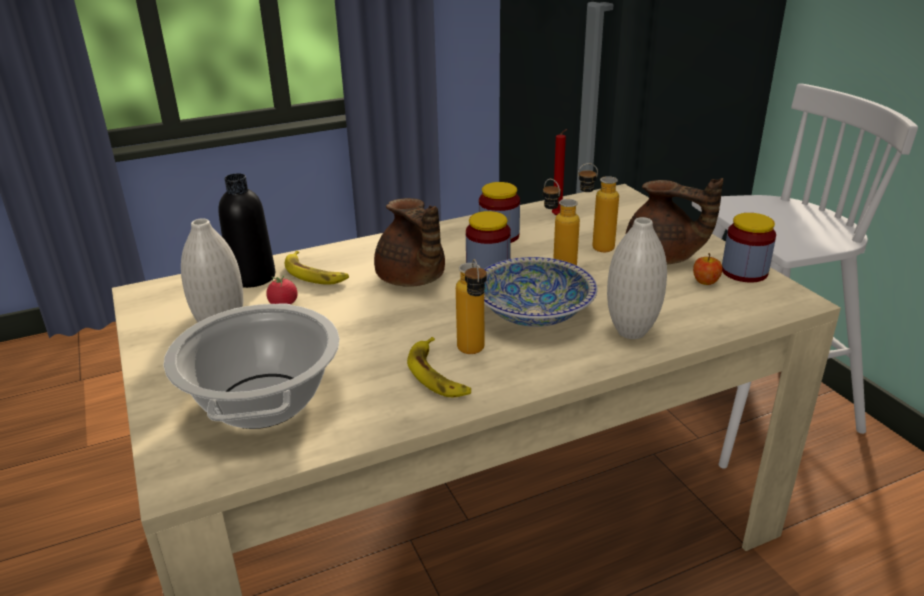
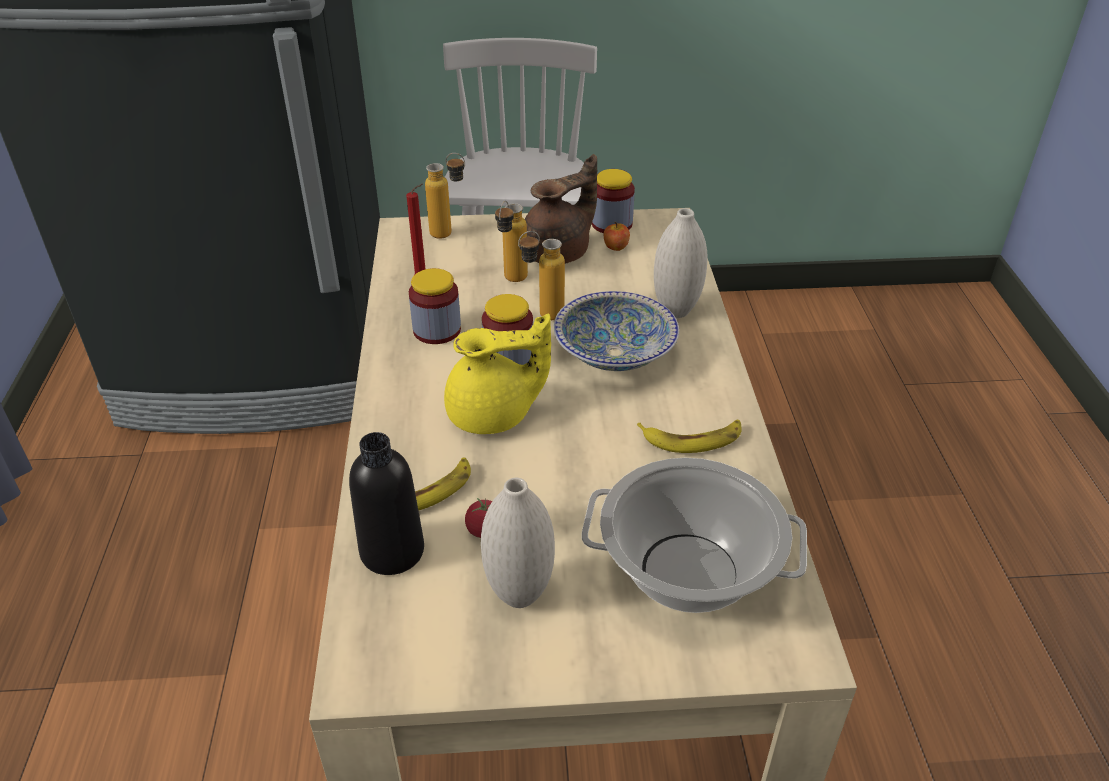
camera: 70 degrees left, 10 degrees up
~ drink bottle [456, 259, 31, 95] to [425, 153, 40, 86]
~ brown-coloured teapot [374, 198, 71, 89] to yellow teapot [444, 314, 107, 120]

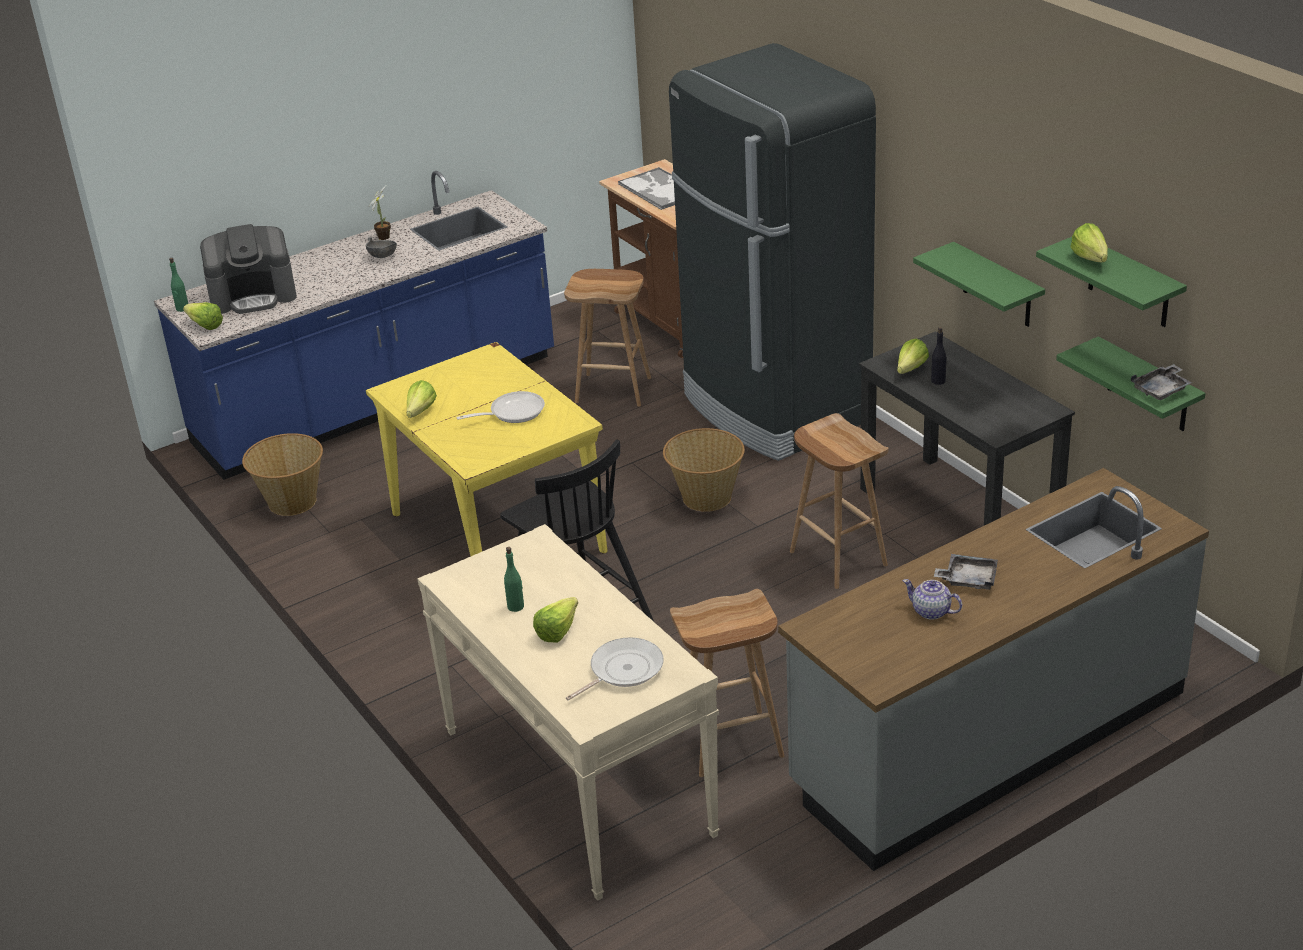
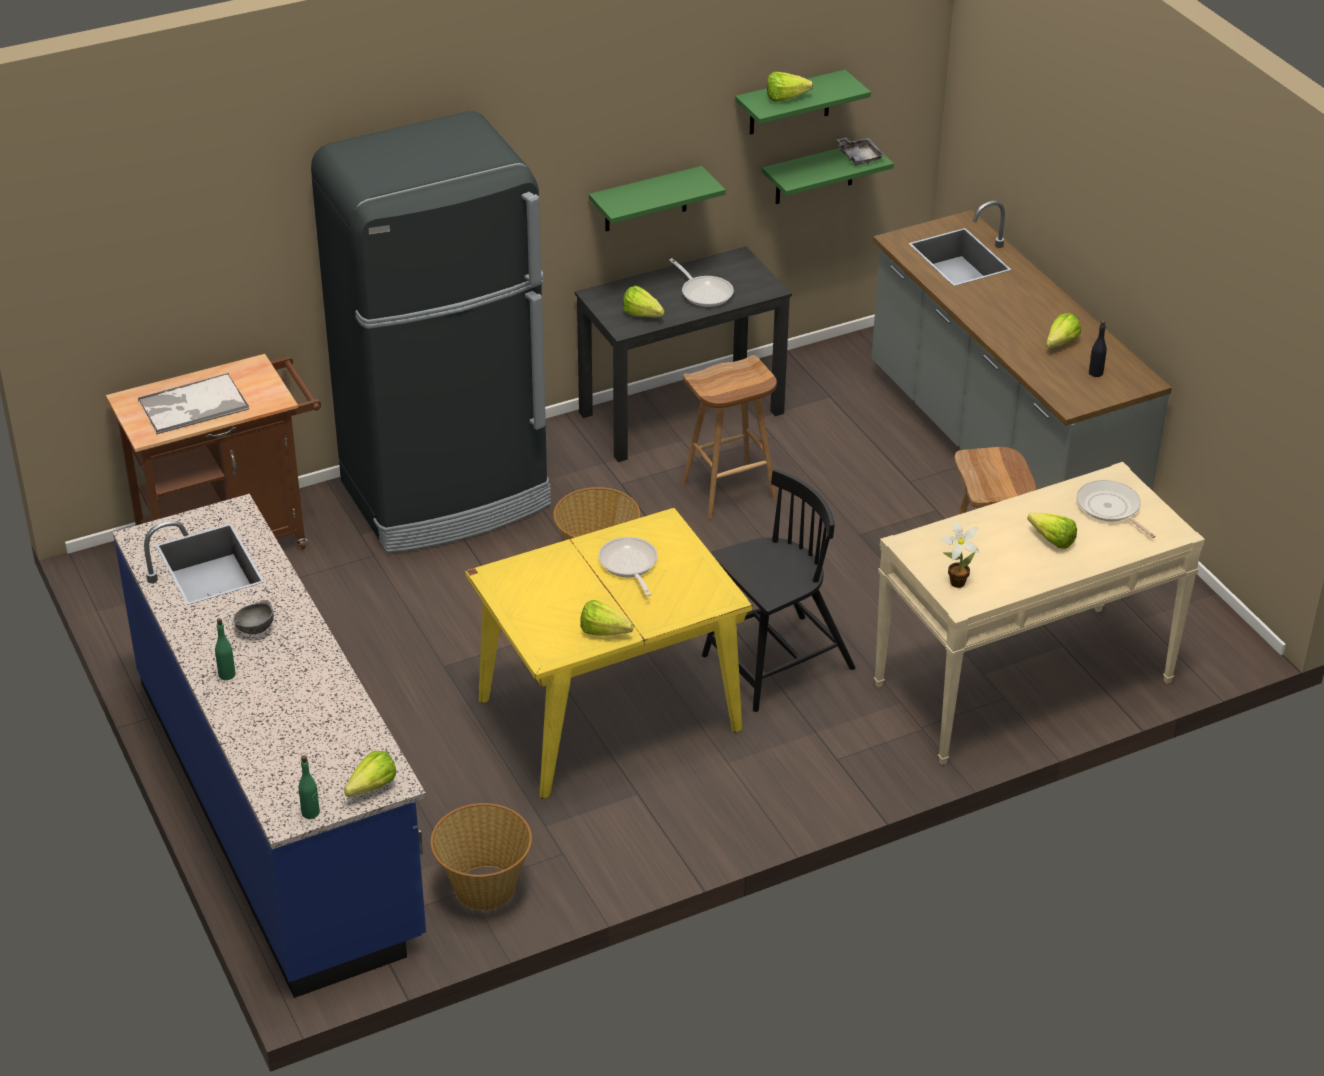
camera: 85 degrees left, 5 degrees up
~ greenish drink bottle [504, 547, 20, 65] to [215, 618, 21, 62]
+ frying pan [669, 258, 65, 49]
~ potted plant [369, 186, 22, 54] to [940, 521, 39, 67]
~ teapot [903, 579, 59, 41] to lettuce [1046, 313, 35, 35]
~ black drink bottle [931, 327, 15, 58] to [1089, 320, 18, 57]
- coffee brewer [200, 224, 97, 90]
- brown-coloured stool [564, 269, 87, 138]
- greyish serving tray [934, 554, 64, 36]

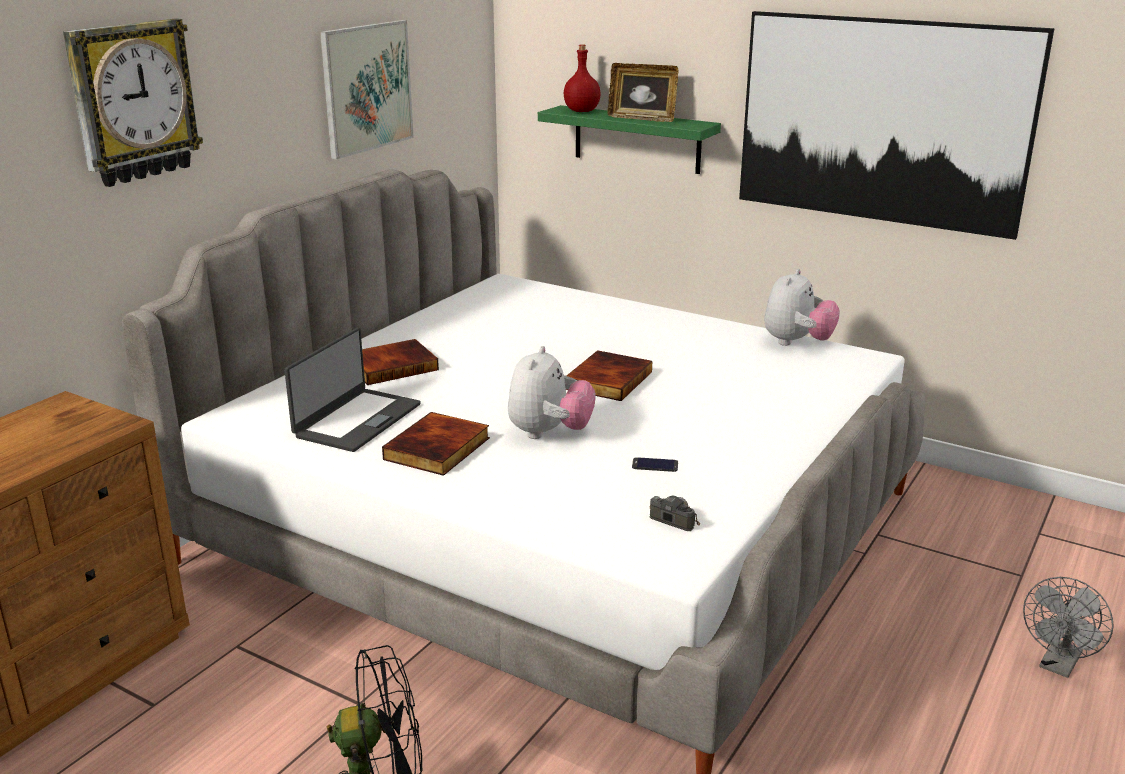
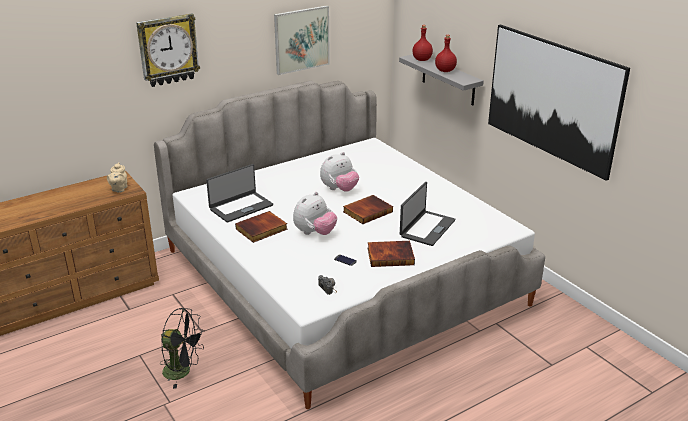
camera: 25 degrees right, 5 degrees up
+ sand-coloured teapot [107, 162, 20, 31]
~ plush toy [764, 269, 76, 77] to [320, 152, 39, 40]
~ book [362, 339, 77, 46] to [368, 241, 47, 26]
~ greenish wall shelf [538, 105, 183, 69] to greyish wall shelf [399, 54, 85, 51]
+ portable computer [400, 182, 55, 64]
~ photo frame [607, 63, 71, 59] to red-coloured drink bottle [435, 35, 22, 37]
- greyish fan [1023, 577, 91, 101]

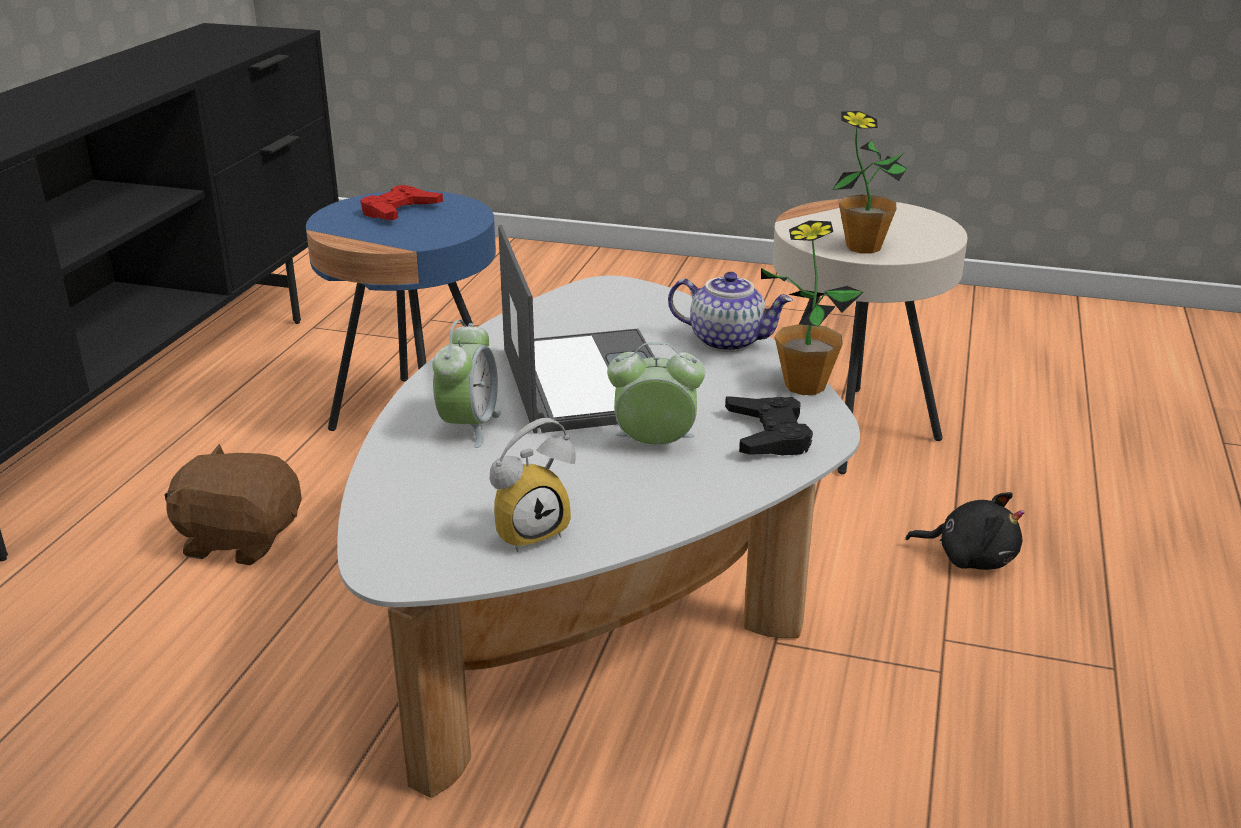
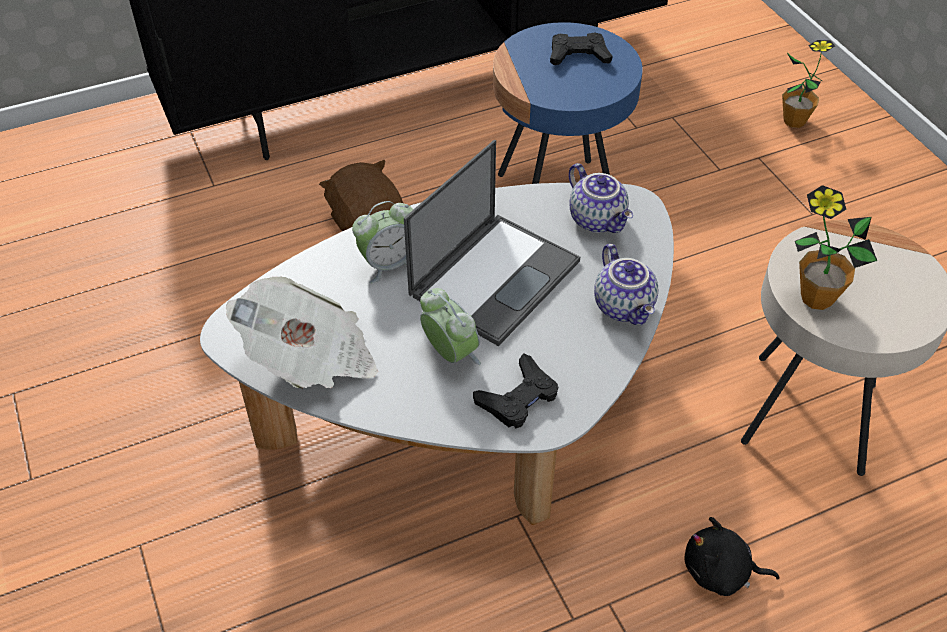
camera: 50 degrees right, 20 degrees up
~ table clock [490, 418, 86, 134] to daily paper [226, 276, 152, 113]
~ red-coloured gamepad [361, 185, 82, 35] to black gamepad [550, 32, 62, 33]
+ teapot [569, 163, 64, 70]
~ black plush toy [905, 492, 119, 78] = [685, 517, 94, 79] 120 degrees clockwise
~ potted plant [761, 220, 102, 175] to [782, 40, 53, 88]

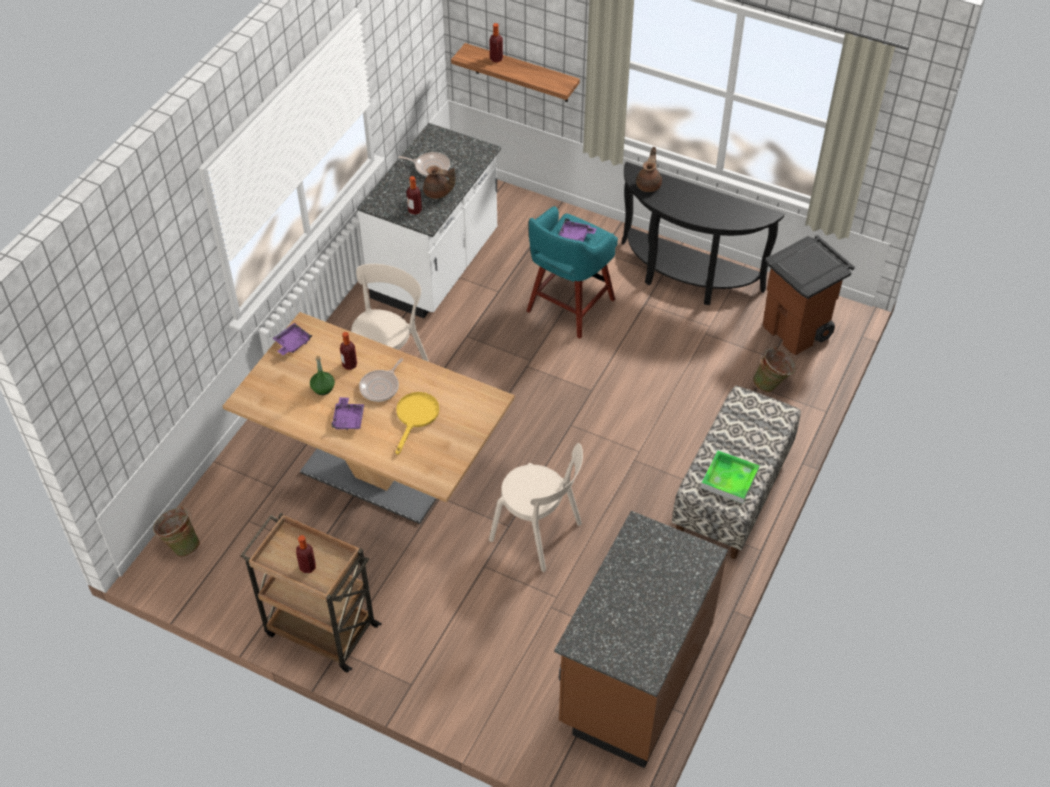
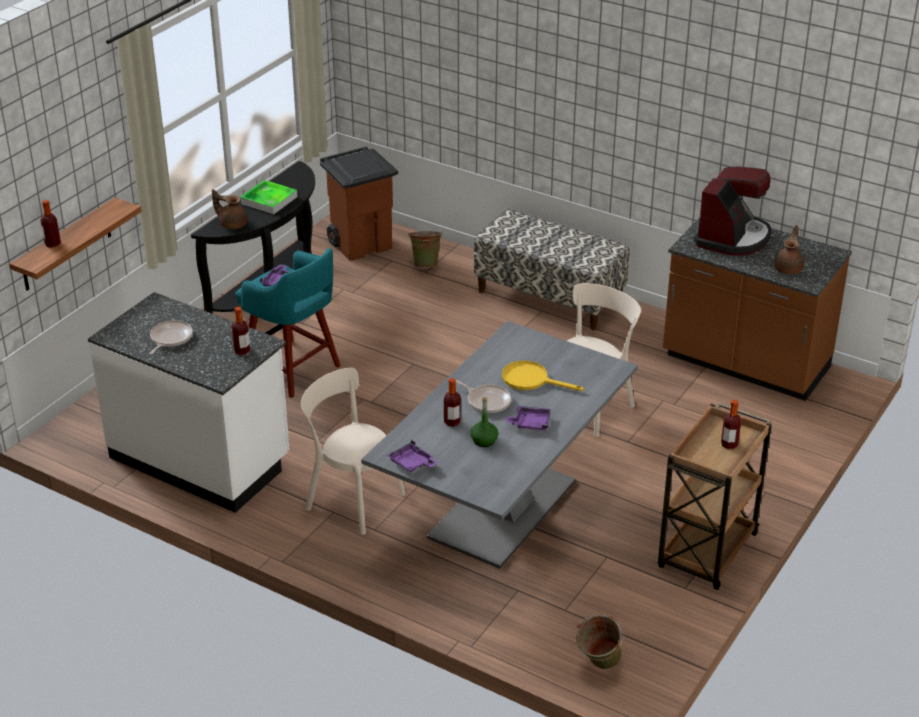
camera: 85 degrees left, 15 degrees down
~ serving tray [701, 450, 58, 54] to [240, 180, 58, 34]
~ brown-coloured kitchen table [223, 312, 292, 212] to greyish kitchen table [361, 321, 277, 248]
+ coffee brewer [694, 166, 78, 90]
~ brown-coloured teapot [423, 166, 32, 33] to [774, 225, 30, 49]

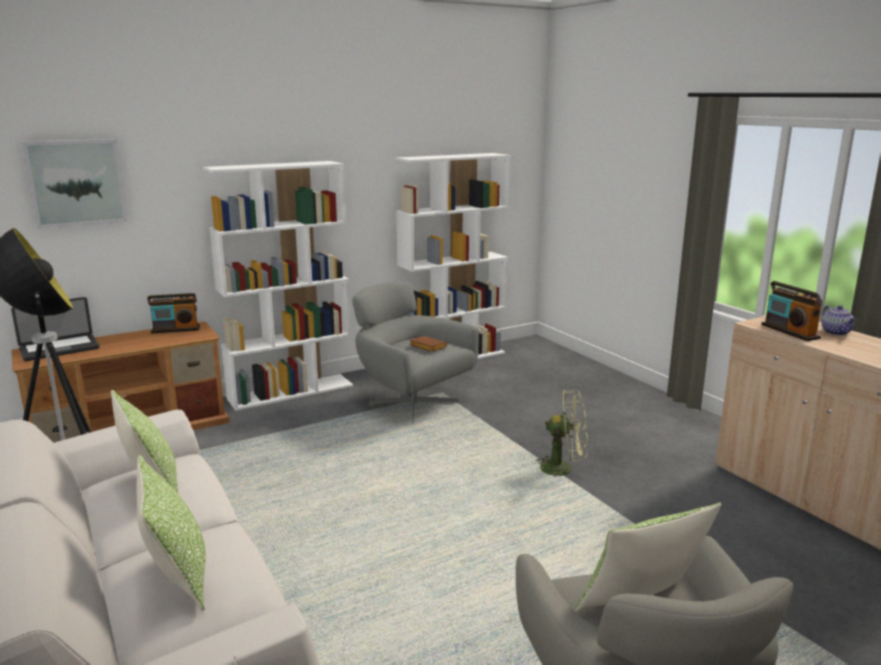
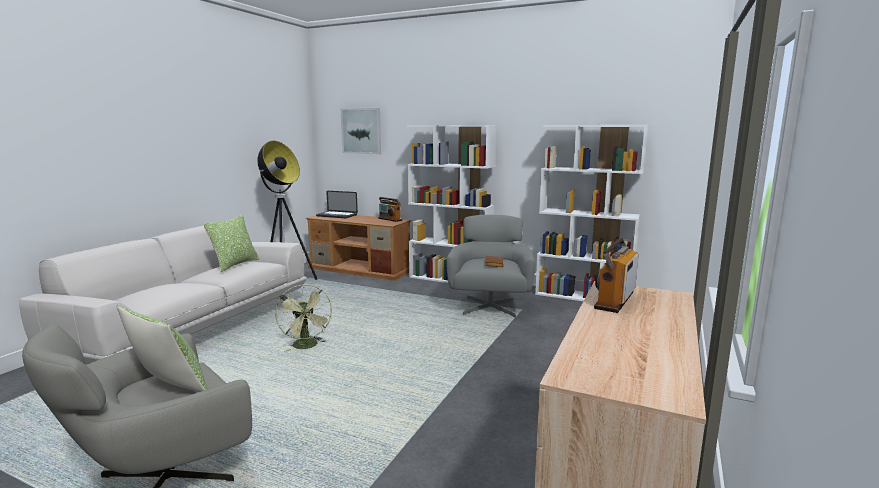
camera: 55 degrees right, 5 degrees down
~ greenish fan [533, 390, 55, 93] to [275, 284, 57, 68]
- throw pillow [137, 455, 69, 156]
- teapot [821, 305, 35, 30]

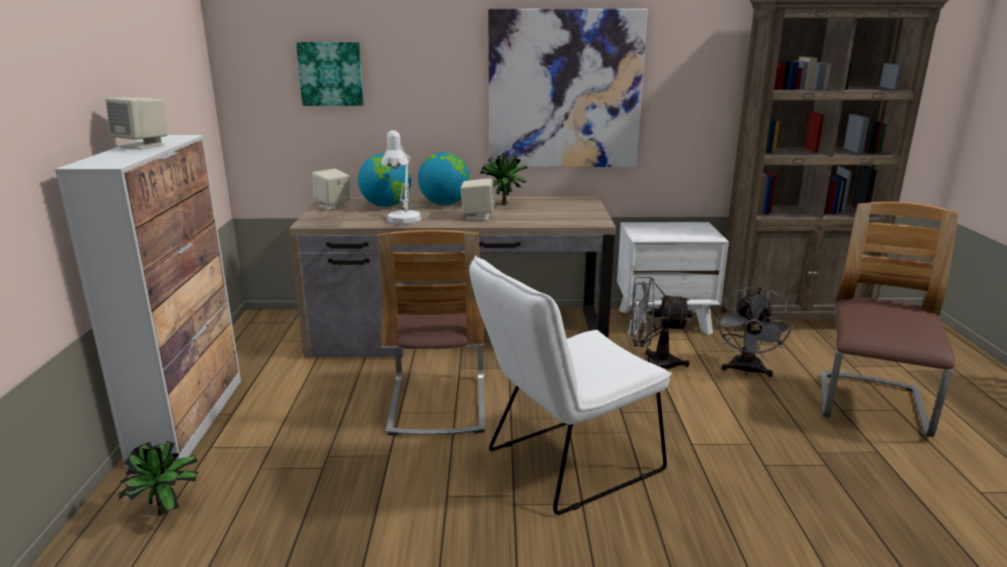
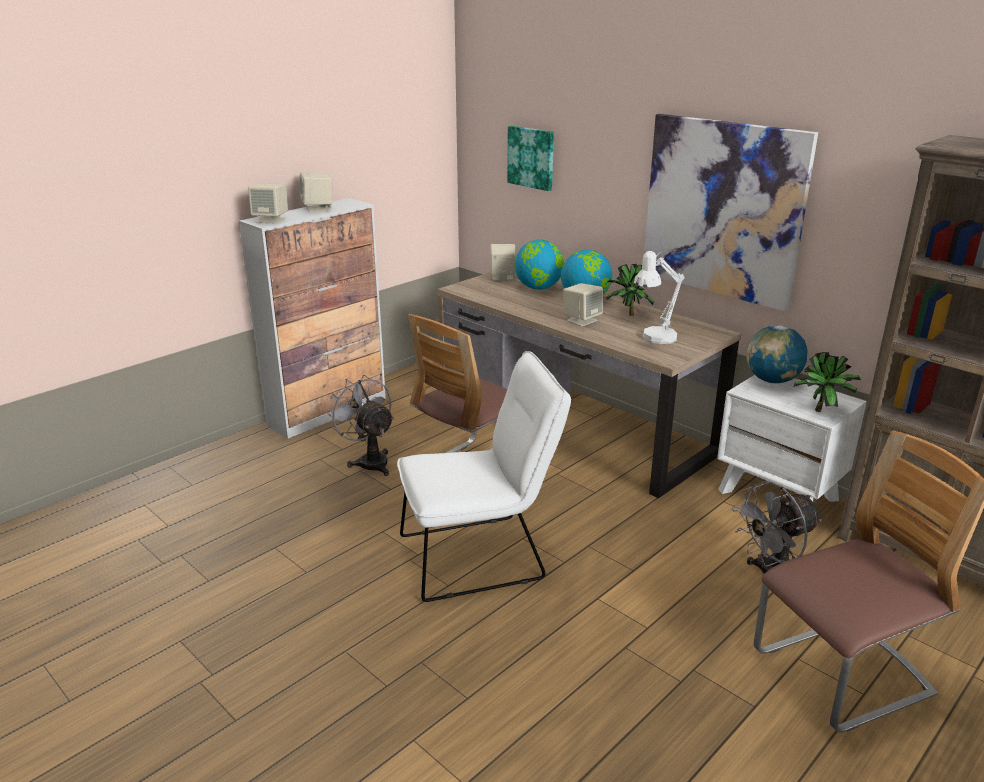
camera: 45 degrees right, 5 degrees up
+ sand-coloured loudspeaker [248, 183, 40, 41]
~ greyish fan [631, 277, 62, 92] to [326, 375, 68, 101]
~ white plain chair [469, 255, 203, 260] = [397, 351, 174, 251] 150 degrees clockwise
~ white lamp for a table [381, 130, 41, 95] to [634, 251, 51, 93]
+ globe [746, 325, 62, 59]
~ potted plant [119, 441, 80, 74] to [794, 352, 67, 60]

